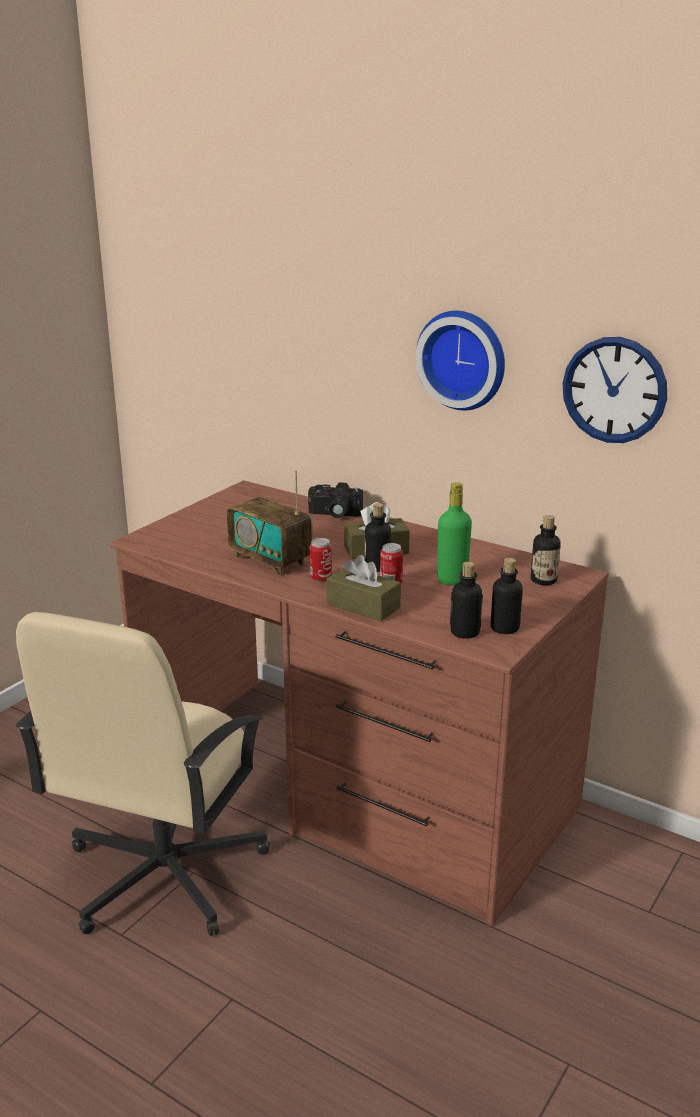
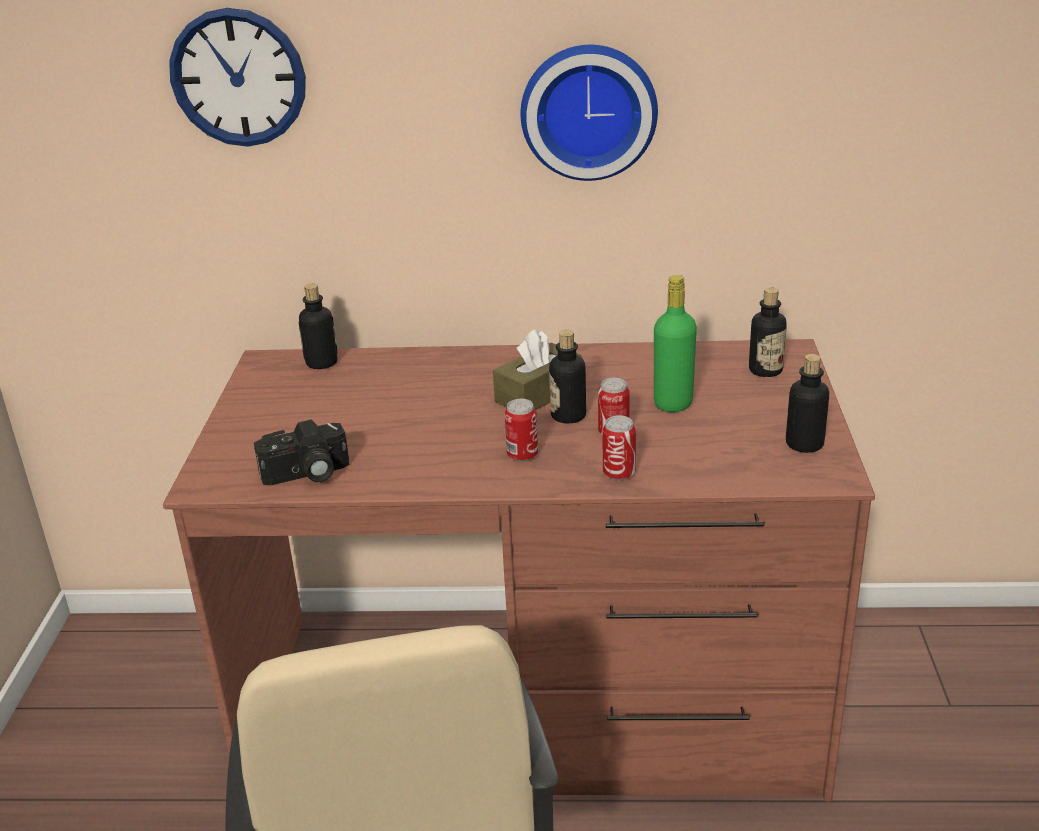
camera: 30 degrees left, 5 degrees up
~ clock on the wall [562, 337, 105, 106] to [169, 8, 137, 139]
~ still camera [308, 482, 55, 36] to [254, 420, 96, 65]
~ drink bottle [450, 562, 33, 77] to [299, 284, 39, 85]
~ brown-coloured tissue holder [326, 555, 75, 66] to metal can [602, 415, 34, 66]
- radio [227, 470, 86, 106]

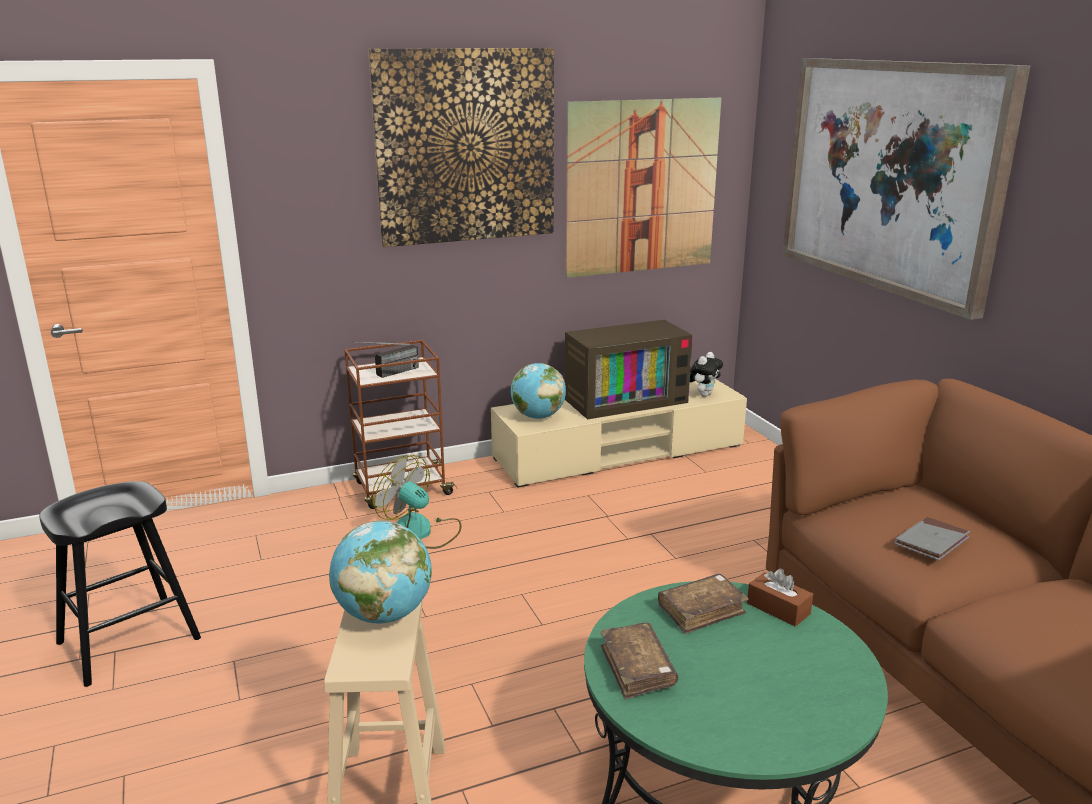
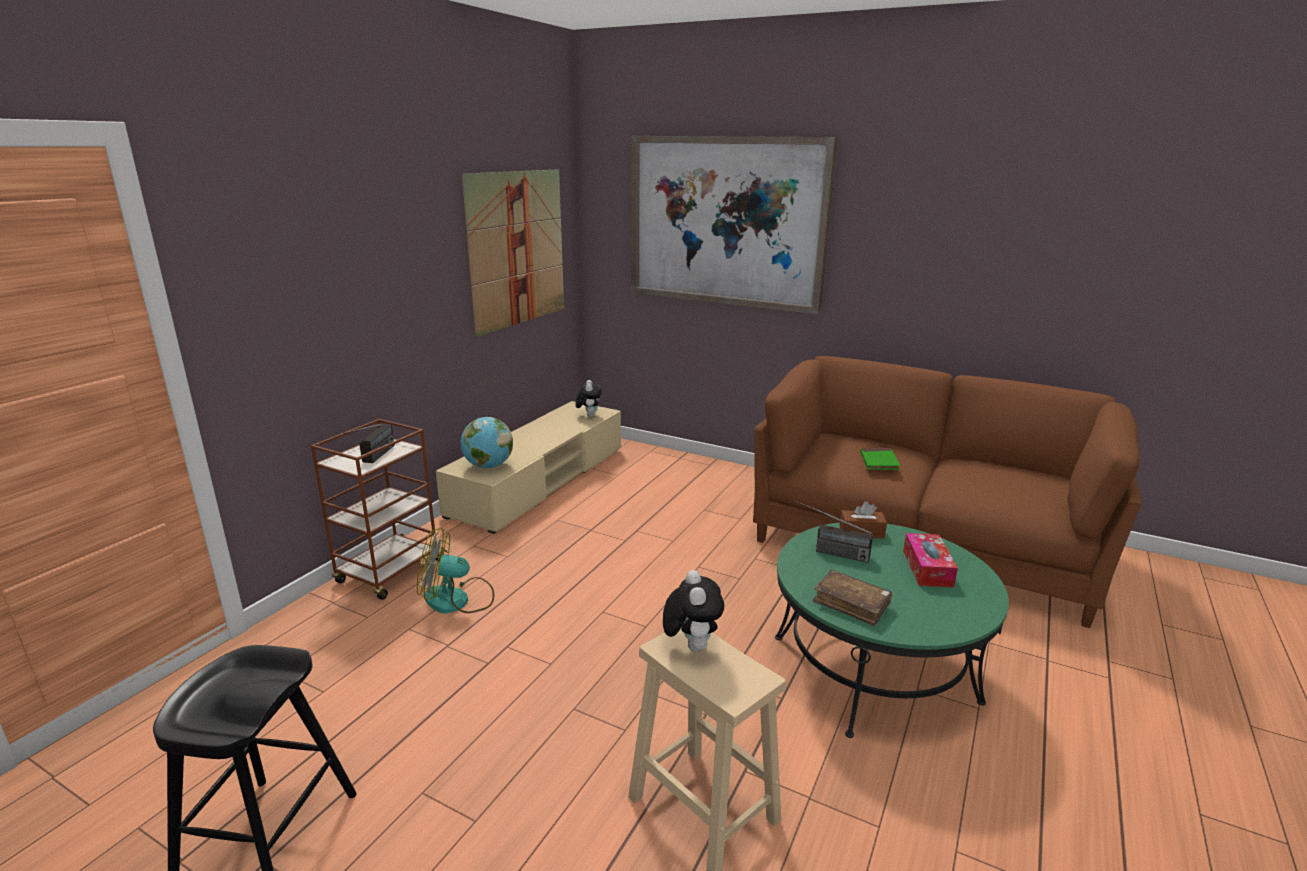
camera: 40 degrees left, 0 degrees up
~ globe [329, 521, 103, 102] to plush toy [663, 570, 61, 82]
~ brown-coloured book [658, 574, 91, 60] to radio [795, 500, 78, 63]
~ greyish book [895, 517, 75, 43] to greenish book [860, 448, 40, 22]
+ tissue holder [903, 533, 55, 55]
- picture [368, 48, 186, 199]
- TV [565, 320, 128, 99]

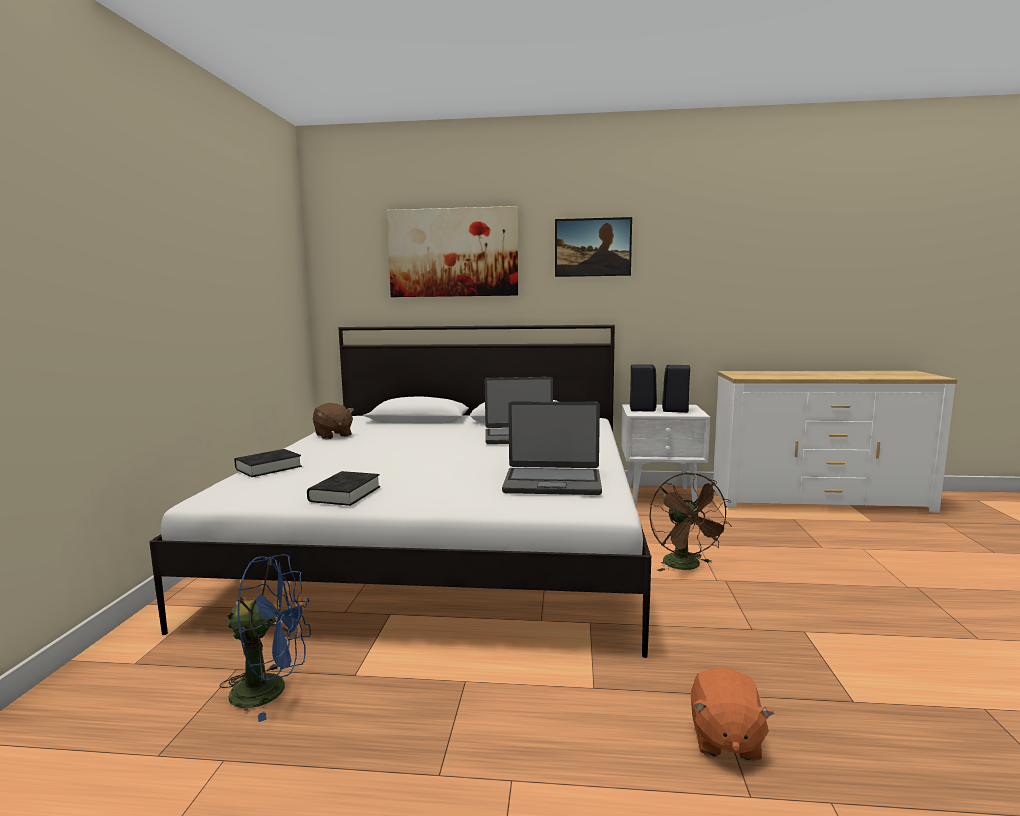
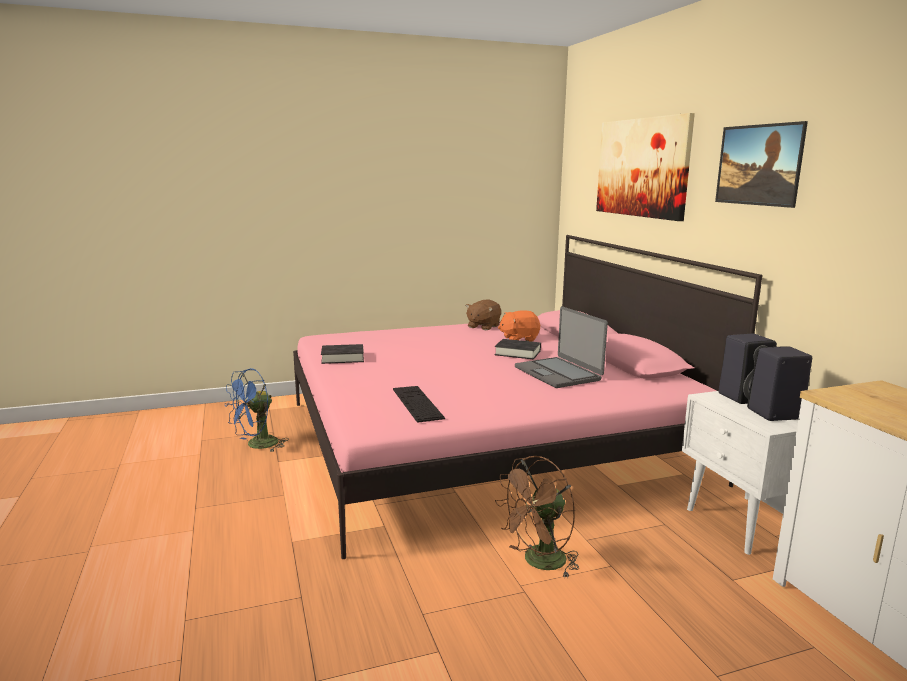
camera: 65 degrees right, 5 degrees up
~ blue fan [219, 554, 92, 168] = [225, 368, 64, 84] 75 degrees clockwise
~ white bedroom bed [149, 325, 502, 333] to pinkish bedroom bed [293, 235, 470, 324]
~ portable computer [502, 401, 100, 94] to computer keyboard [393, 386, 52, 37]
~ black book [234, 449, 68, 28] to [495, 339, 46, 20]
~ orange plush toy [691, 668, 83, 93] to [498, 310, 42, 31]

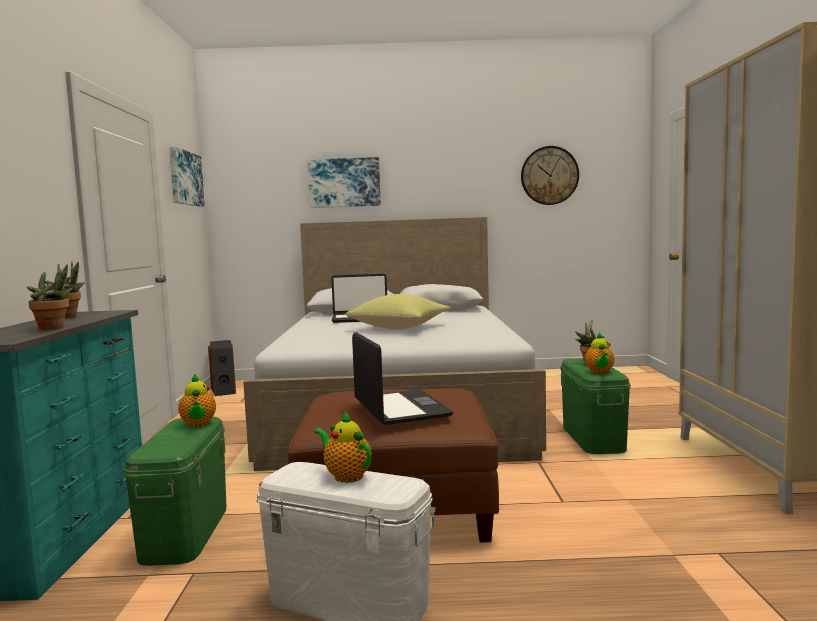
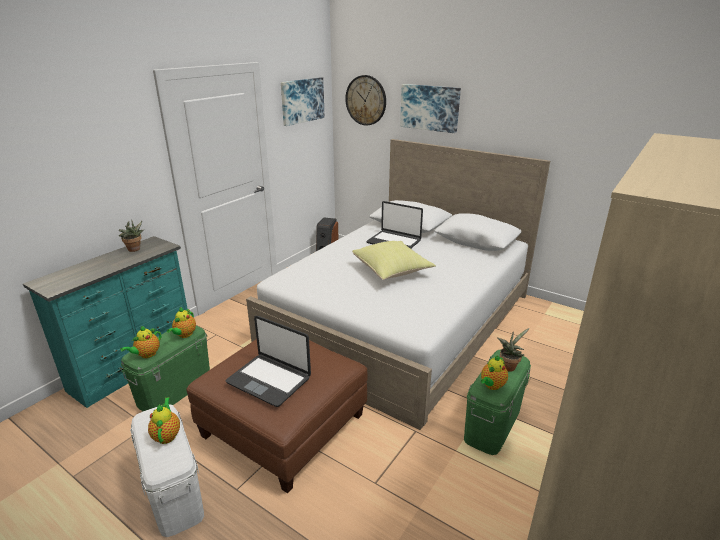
camera: 35 degrees right, 20 degrees up
+ teapot [120, 326, 41, 32]
~ portable computer [352, 332, 101, 93] = [226, 316, 85, 91] 105 degrees clockwise
~ clock on the wall [521, 146, 58, 59] to [345, 75, 41, 51]
- potted plant [27, 264, 46, 66]

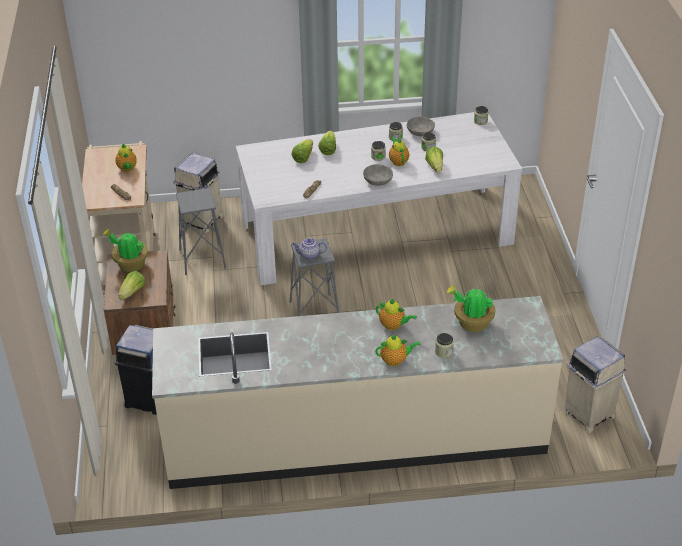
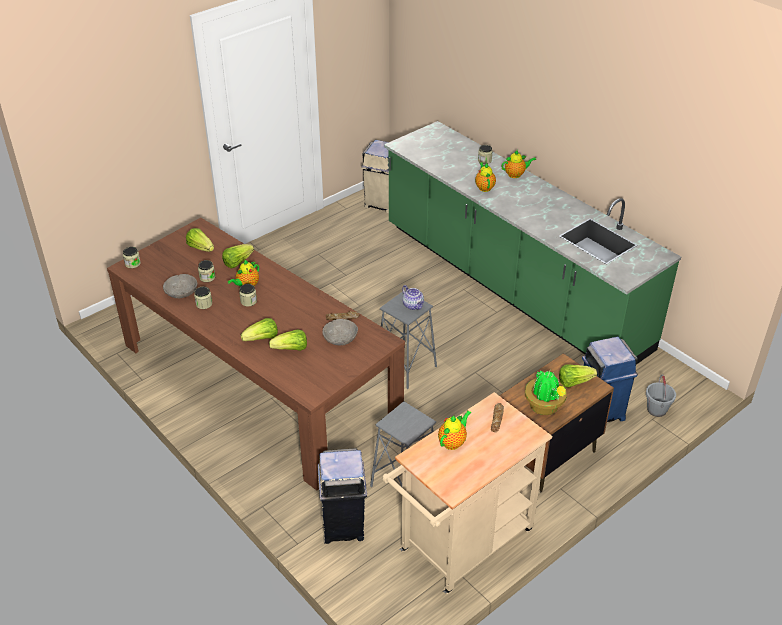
camera: 125 degrees left, 0 degrees up
~ white kitchen table [236, 112, 286, 173] to brown-coloured kitchen table [107, 218, 298, 272]
+ lettuce [186, 228, 28, 24]
~ greyish bowl [363, 164, 30, 22] to [322, 319, 36, 27]
~ sand-coloured kitchen base unit [152, 296, 412, 193] to greenish kitchen base unit [384, 121, 297, 244]
~ teapot [375, 334, 45, 32] = [502, 150, 34, 28] 120 degrees clockwise
+ greyish bucket [646, 374, 30, 43]
- potted plant [447, 286, 48, 46]

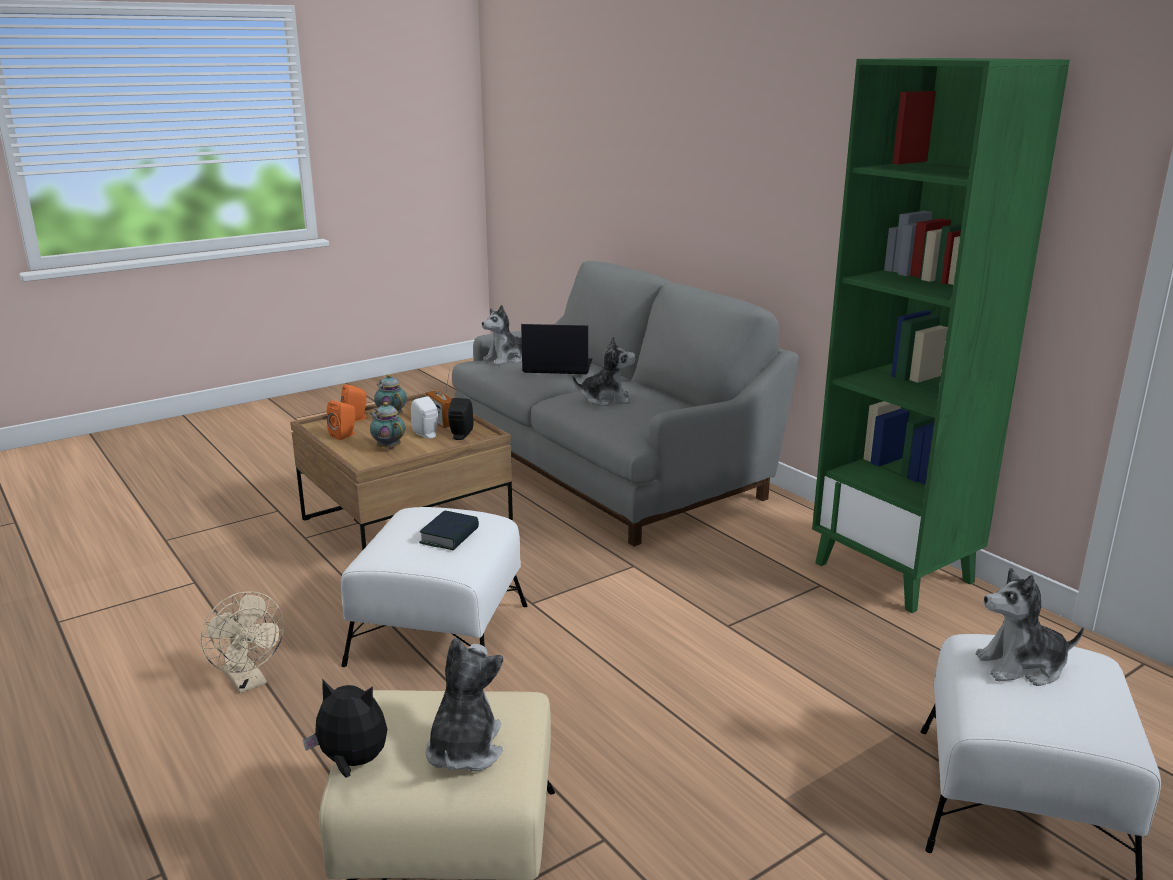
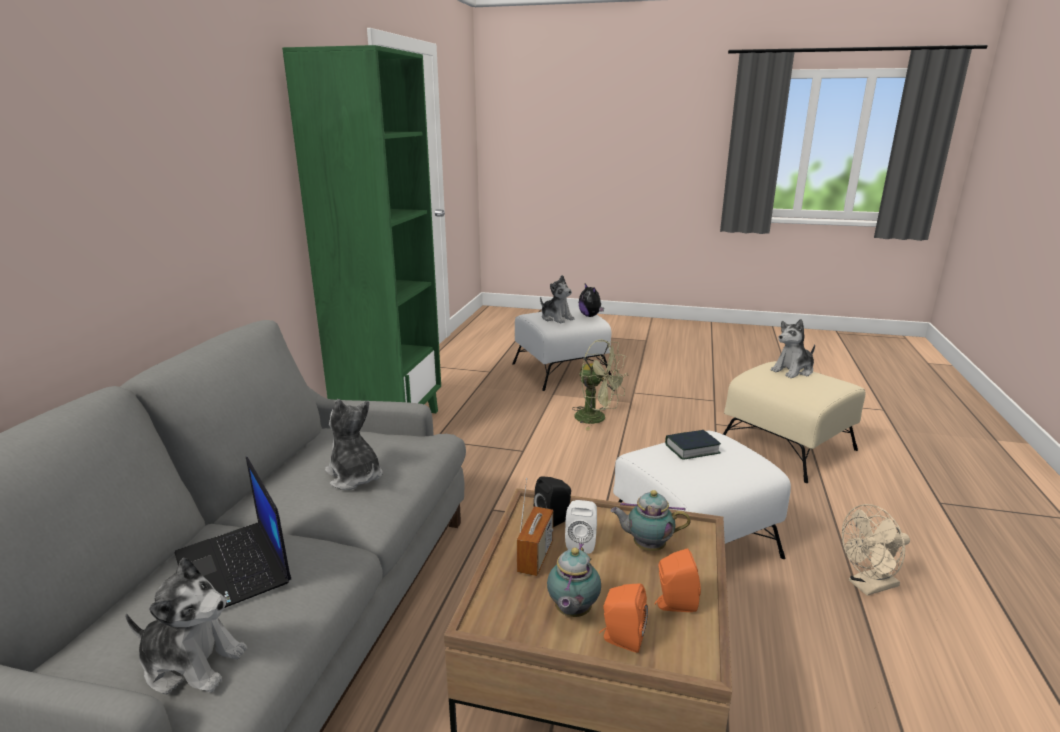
camera: 130 degrees left, 0 degrees up
+ greenish fan [572, 339, 56, 91]
~ plush toy [303, 679, 84, 99] to [579, 284, 25, 33]
~ teapot [370, 402, 35, 47] = [611, 490, 79, 61] 90 degrees clockwise
~ sand-coloured fan [201, 591, 83, 102] = [842, 504, 68, 92] 120 degrees counterclockwise

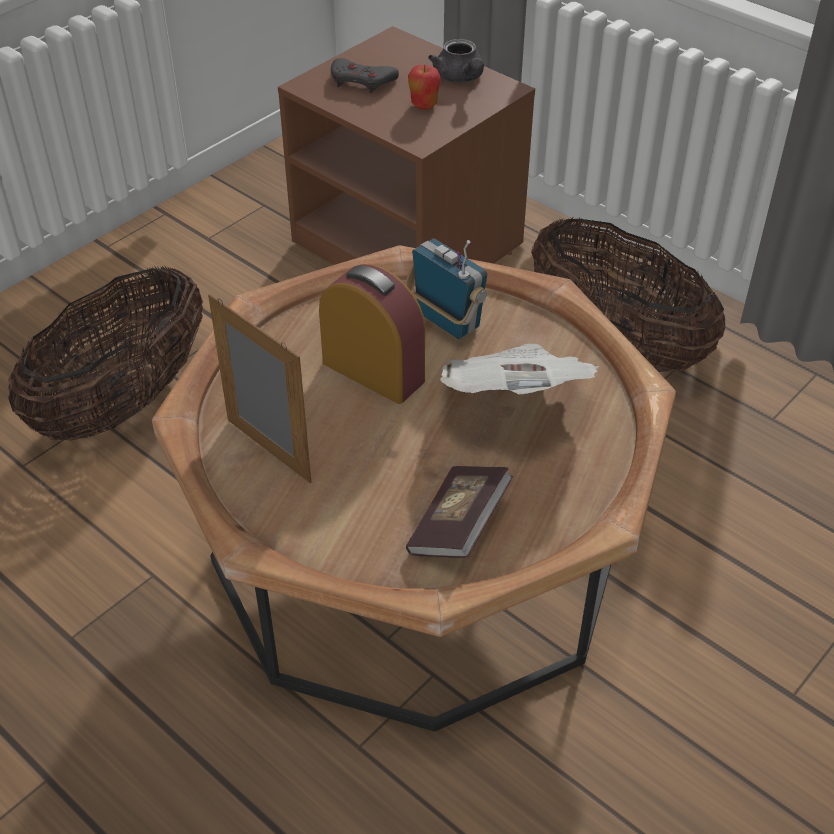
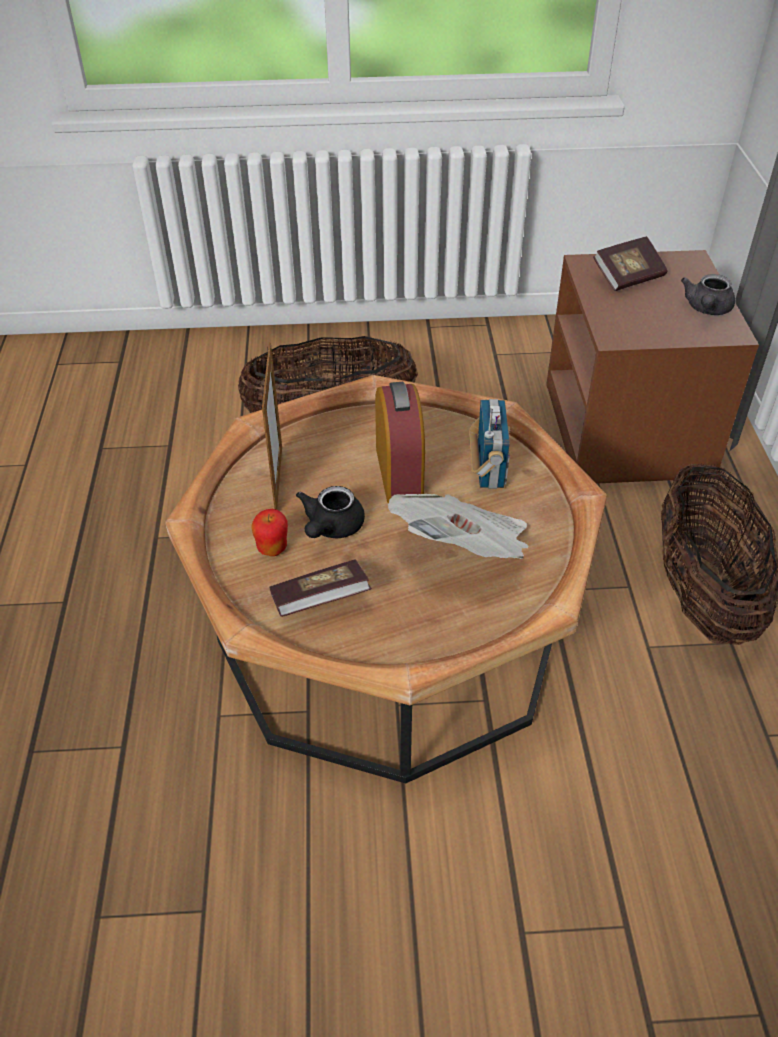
camera: 45 degrees right, 0 degrees up
~ apple [408, 65, 33, 45] to [251, 509, 37, 47]
+ black teapot [296, 486, 69, 52]
~ greyish gamepad [331, 58, 68, 35] to book [593, 236, 75, 55]

